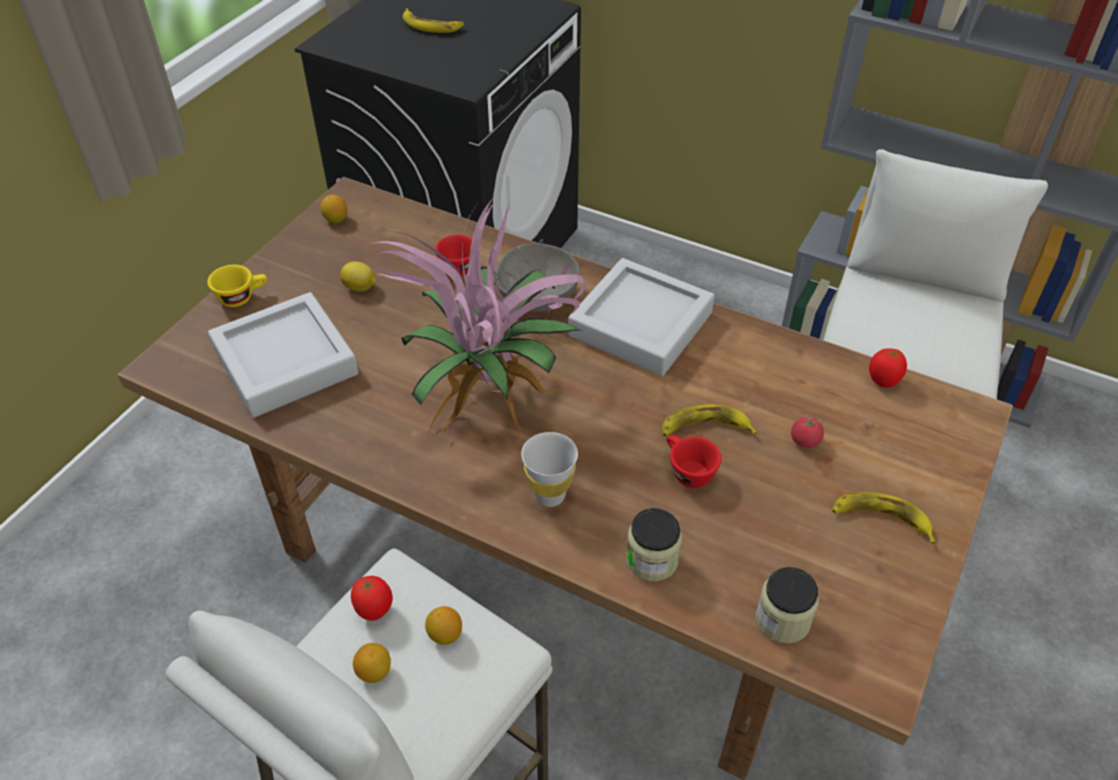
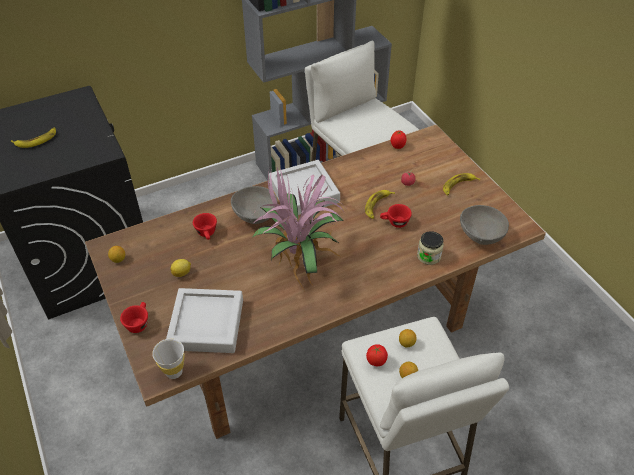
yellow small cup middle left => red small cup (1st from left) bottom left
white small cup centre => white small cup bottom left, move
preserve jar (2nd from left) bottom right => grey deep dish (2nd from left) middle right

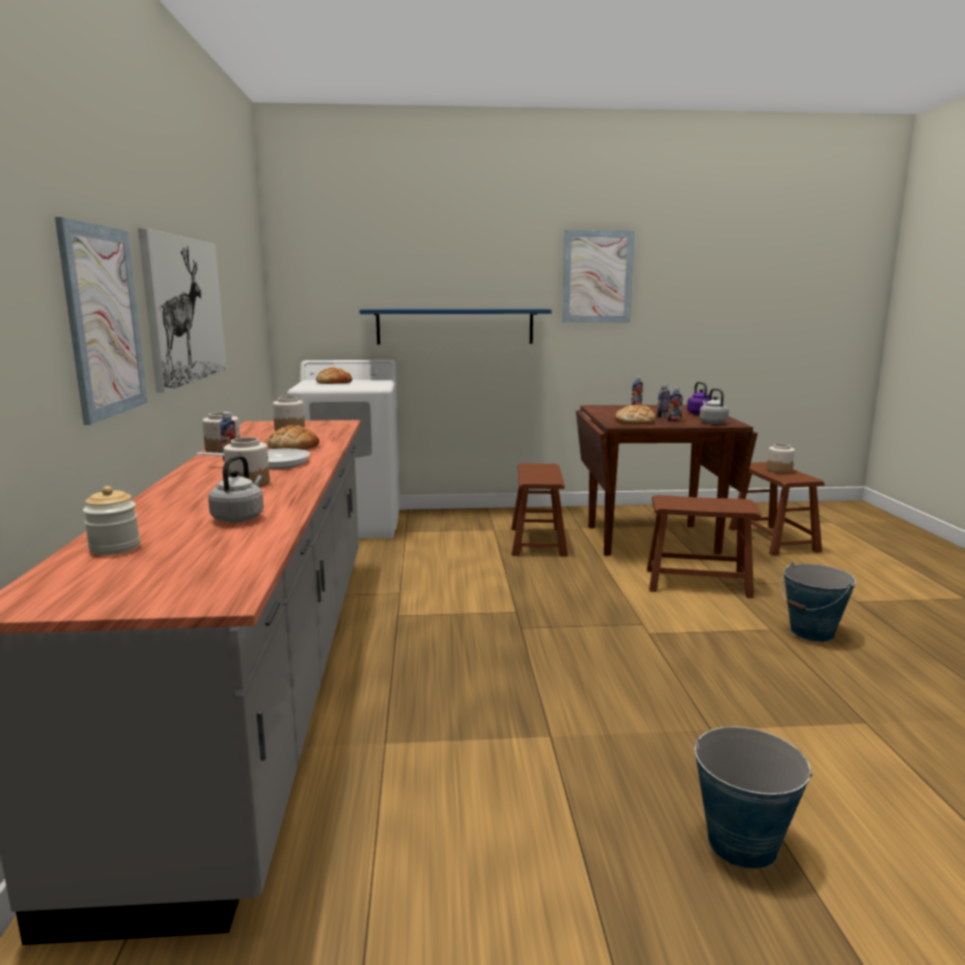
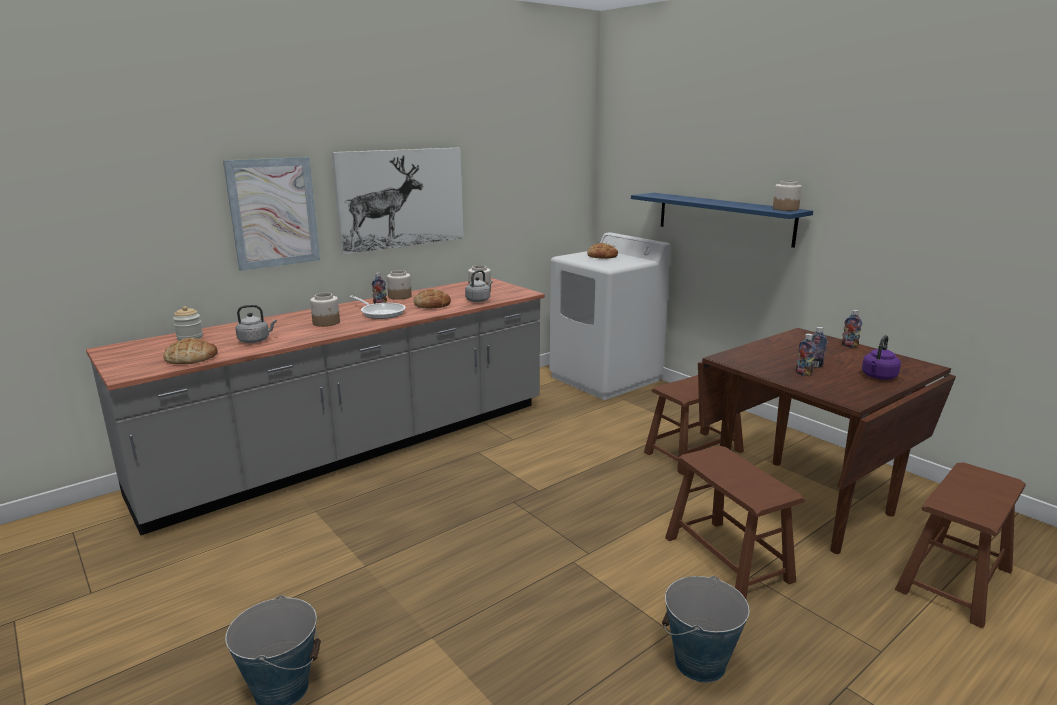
wall picture (3rd from left) top centre => nothing
grey tea kettle (2nd from left) middle right => grey tea kettle (2nd from left) centre, move
bakery bread (3rd from left in the first image) centre => bakery bread (1st from left) middle left, move
preserve jar (5th from left) middle right => preserve jar (5th from left) top right, move

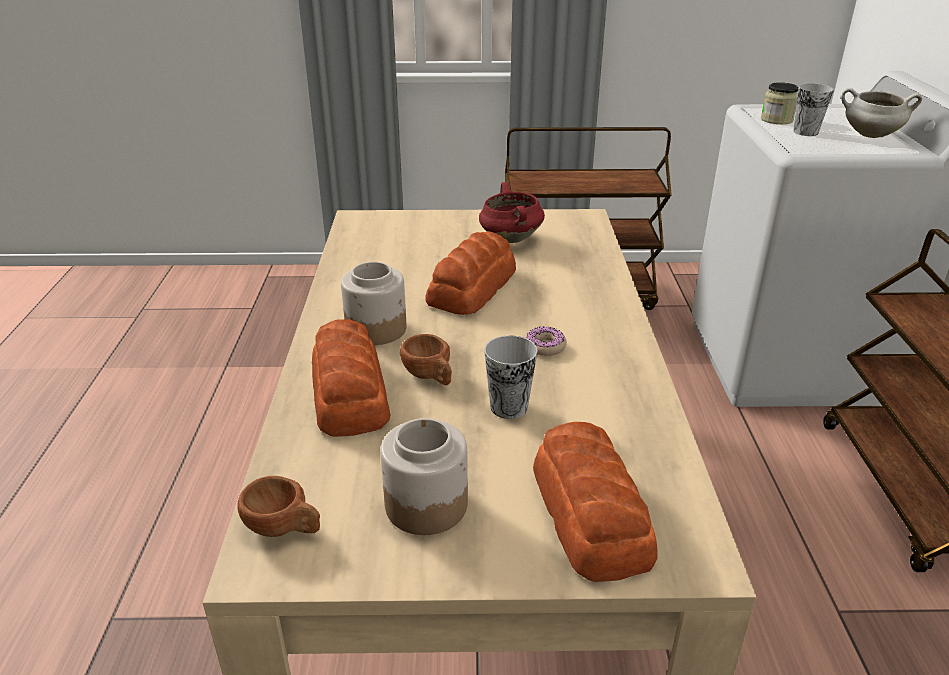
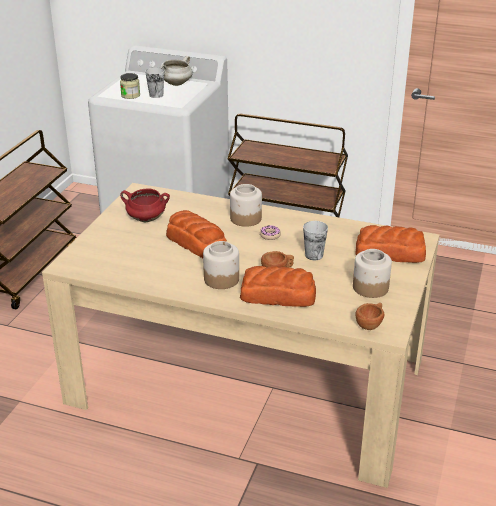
nothing => preserve jar (3rd from left) centre

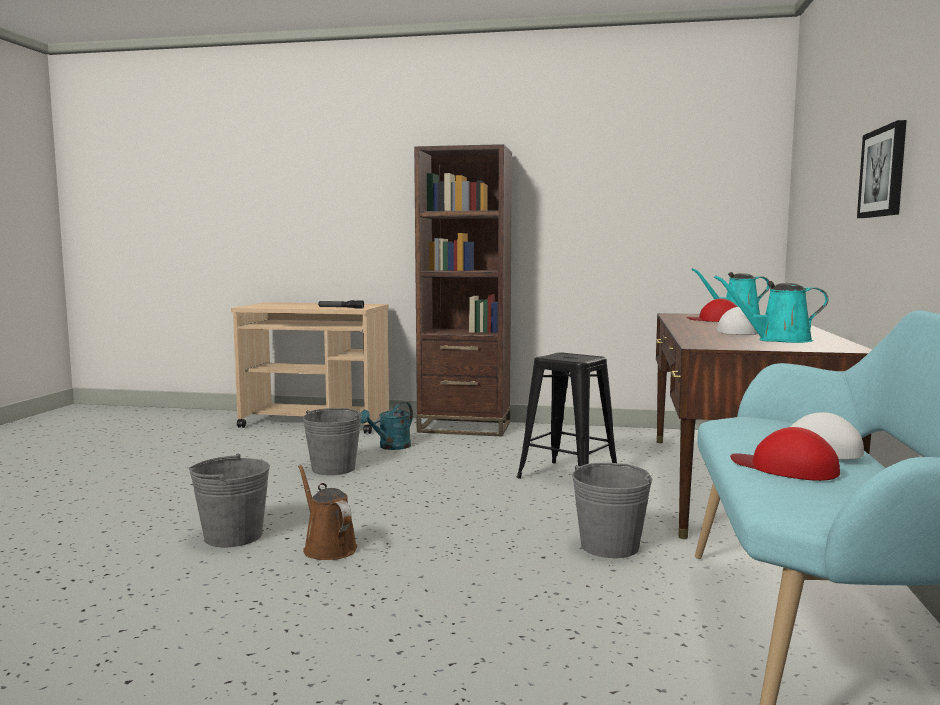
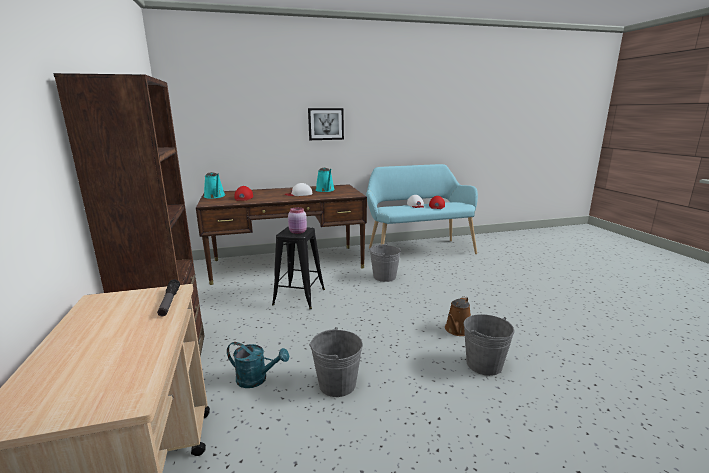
nothing => pink-coloured preserve jar centre

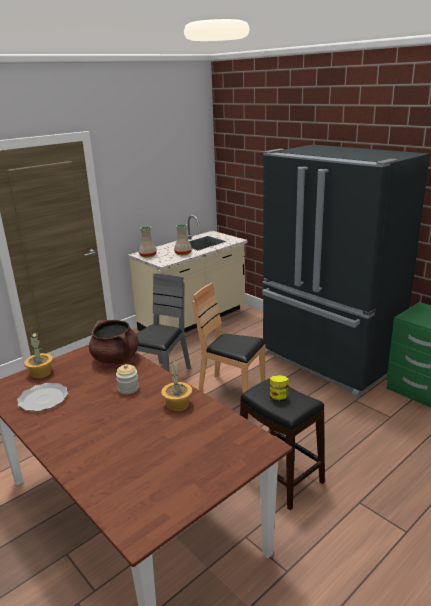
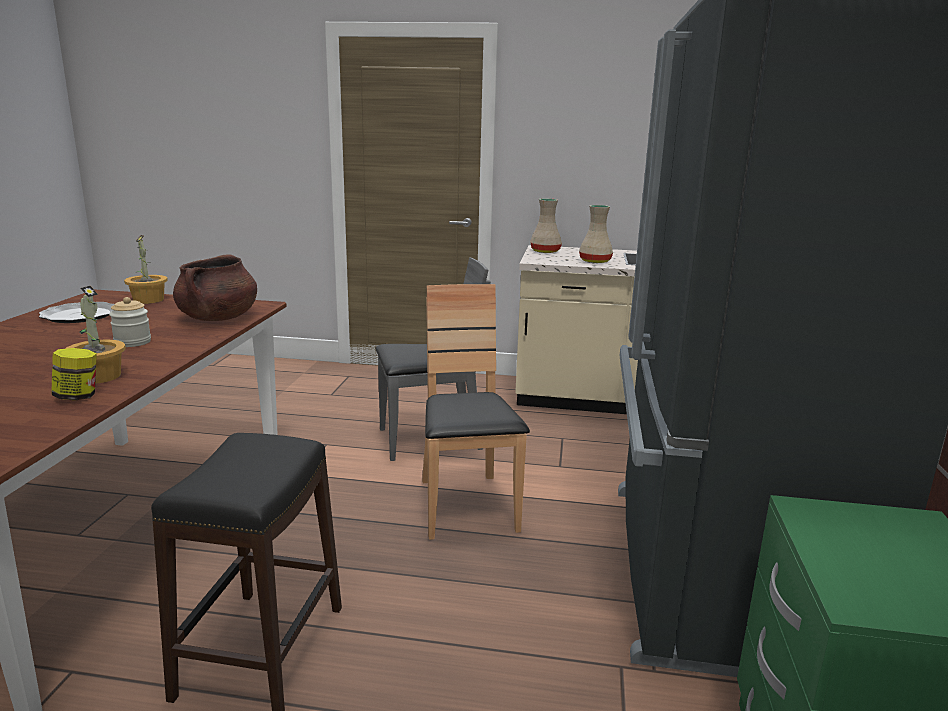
preserve jar (2nd from left in the first image) centre => preserve jar (1st from left) middle left, move

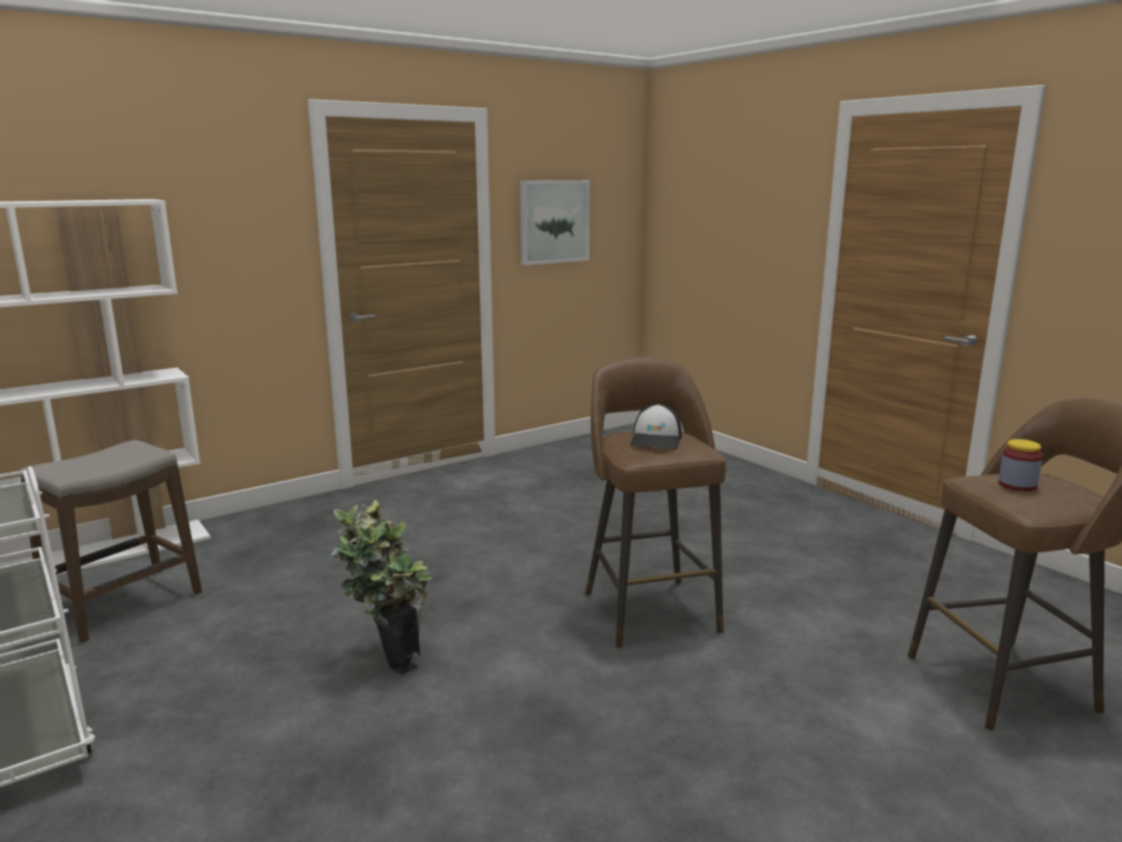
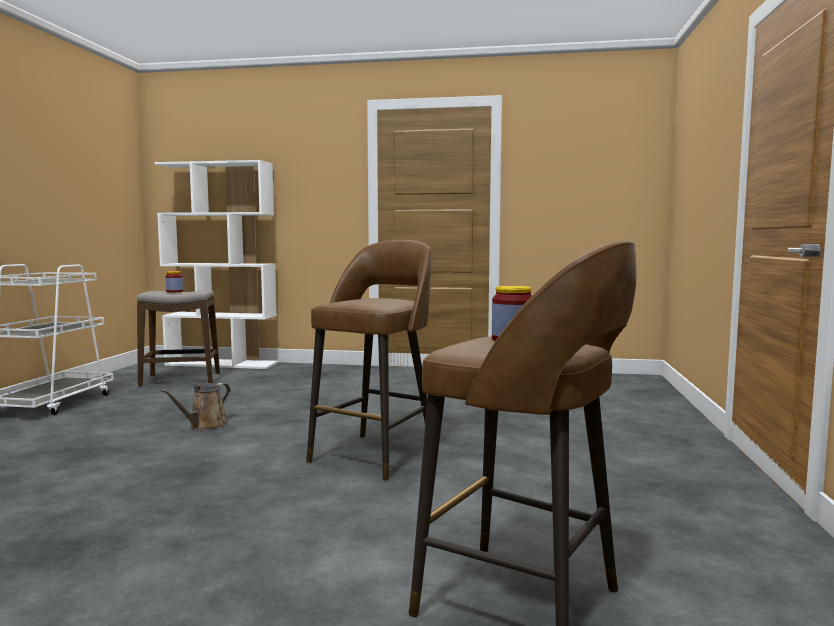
wall picture top centre => nothing
cap centre => nothing
potted plant bottom centre => brownish watering can middle left
nothing => preserve jar (1st from left) middle left

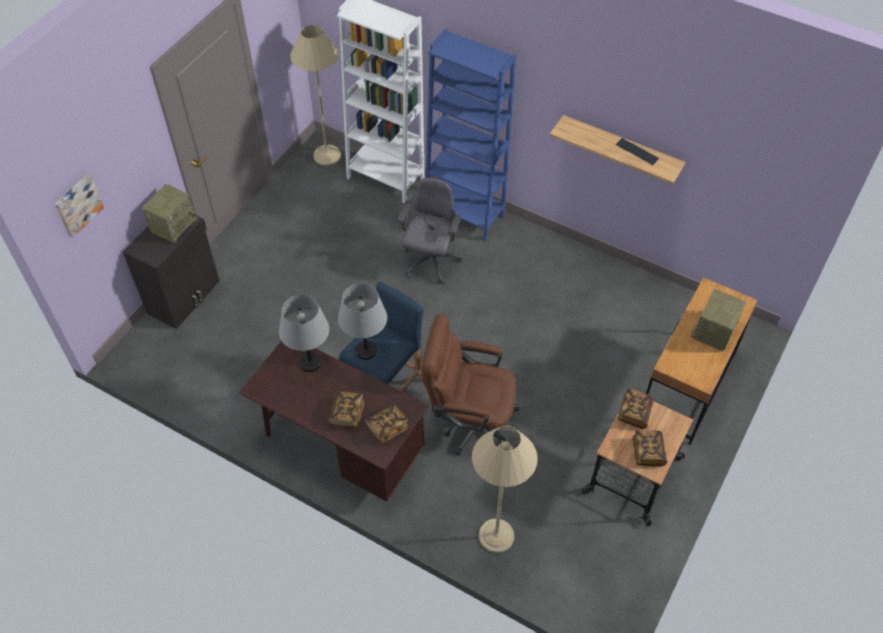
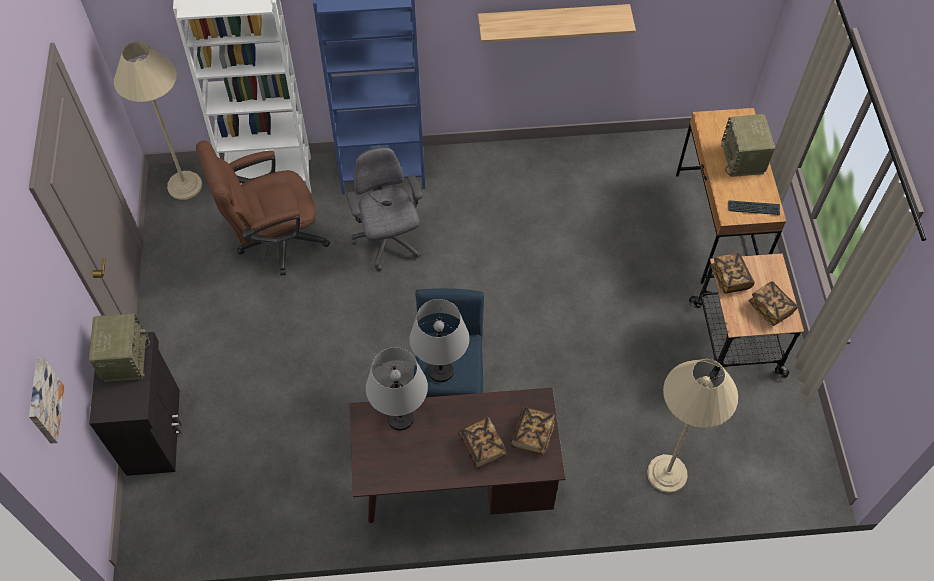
computer keyboard top right => computer keyboard middle right, move
brownish office chair centre => brownish office chair middle left, move

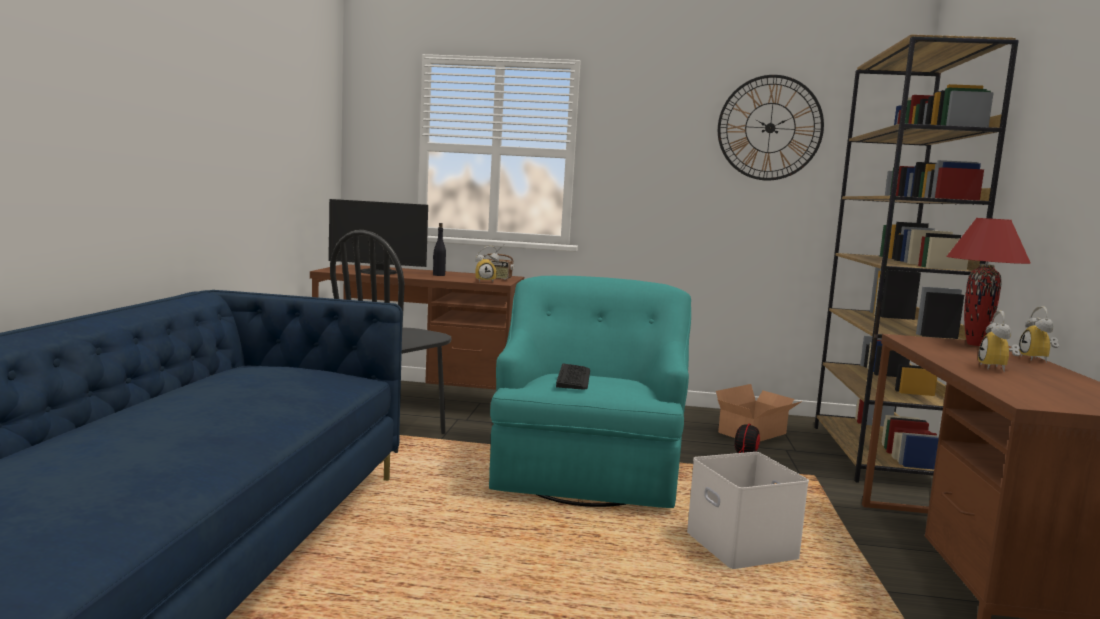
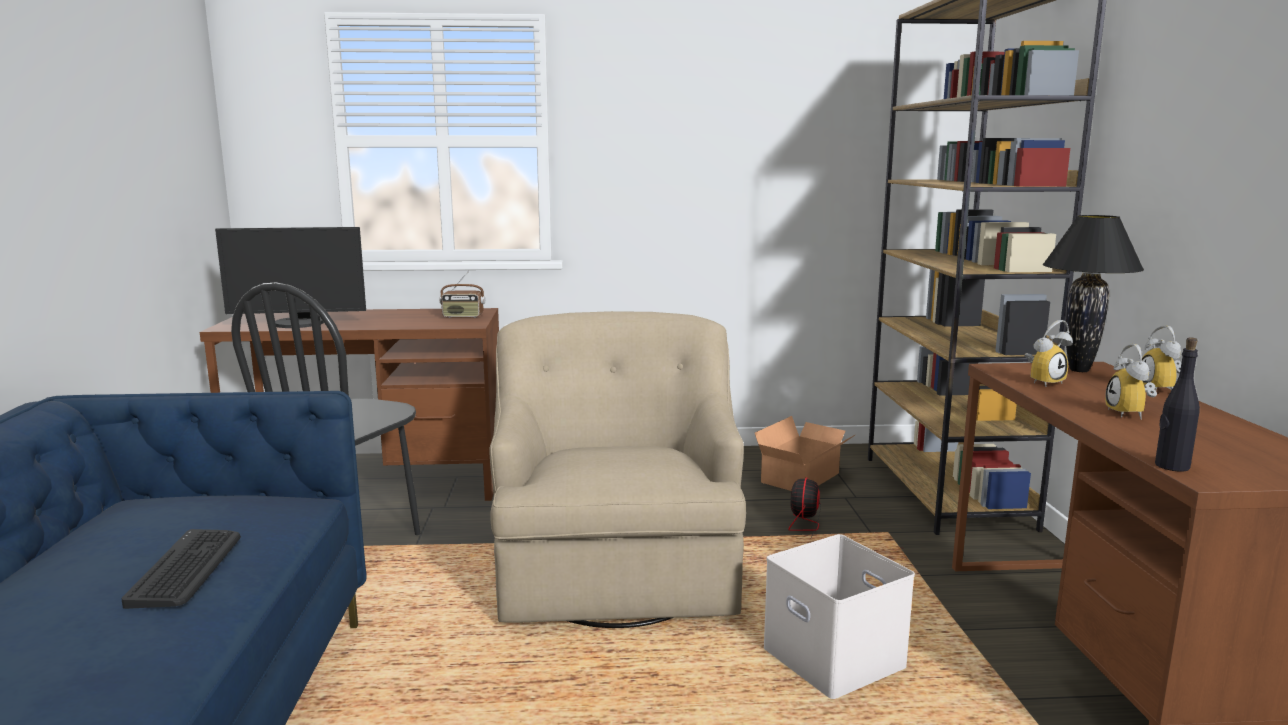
wall clock top right => nothing
red tabletop lamp middle right => black tabletop lamp middle right
black beverage bottle centre => black beverage bottle middle right, move
alarm clock (1st from left) centre => alarm clock (1st from left) middle right, move
turquoise-coloured armchair centre => sand-coloured armchair centre
computer keyboard centre => computer keyboard bottom left, move

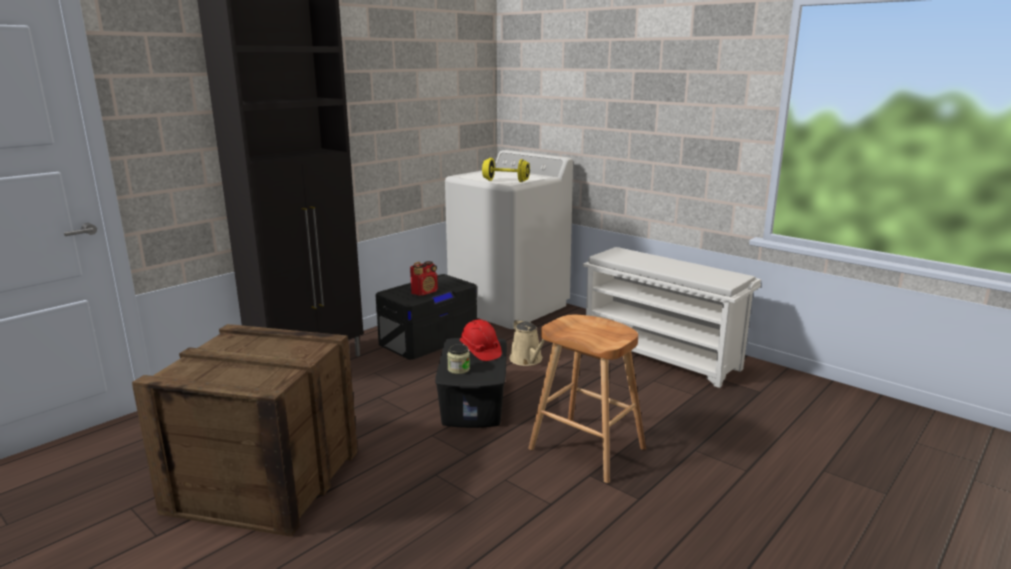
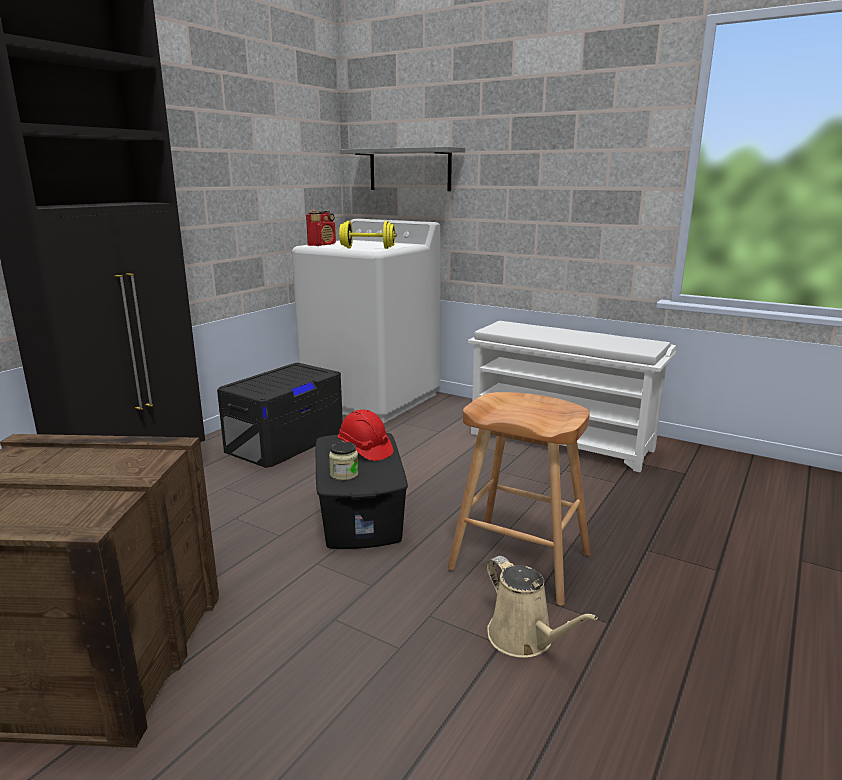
radio set centre => radio set top centre, move
sand-coloured watering can centre => sand-coloured watering can bottom centre, move
nothing => grey wall shelf top centre

